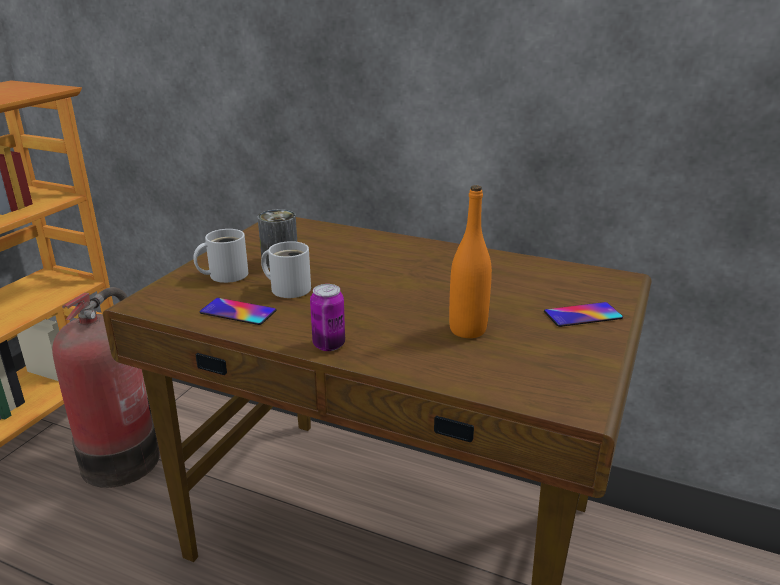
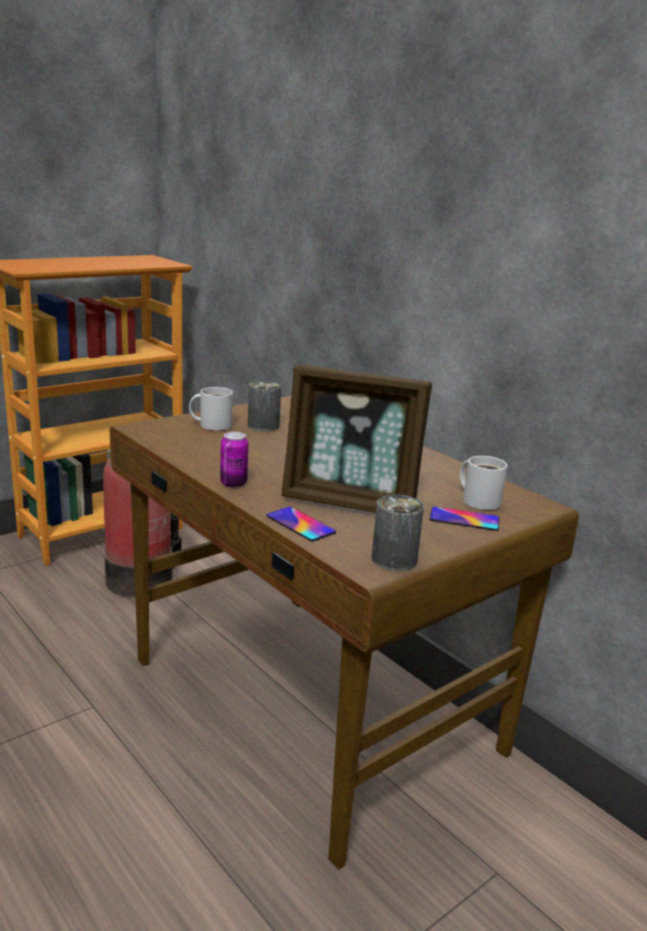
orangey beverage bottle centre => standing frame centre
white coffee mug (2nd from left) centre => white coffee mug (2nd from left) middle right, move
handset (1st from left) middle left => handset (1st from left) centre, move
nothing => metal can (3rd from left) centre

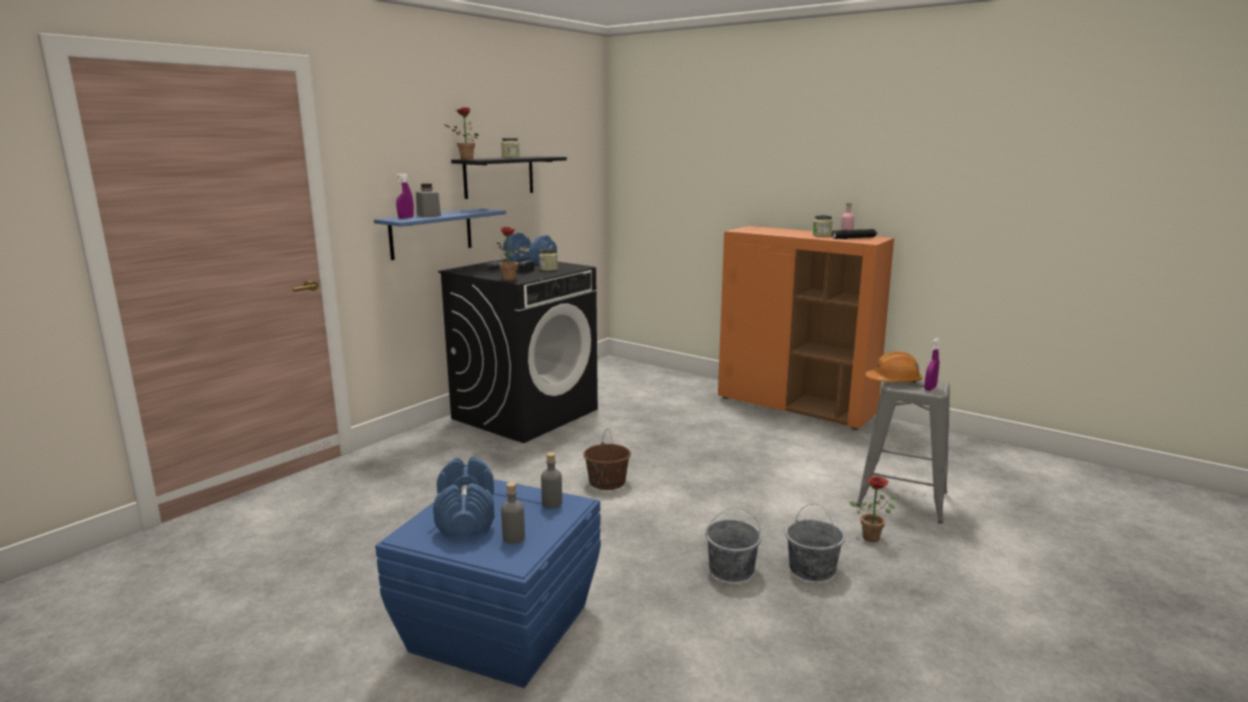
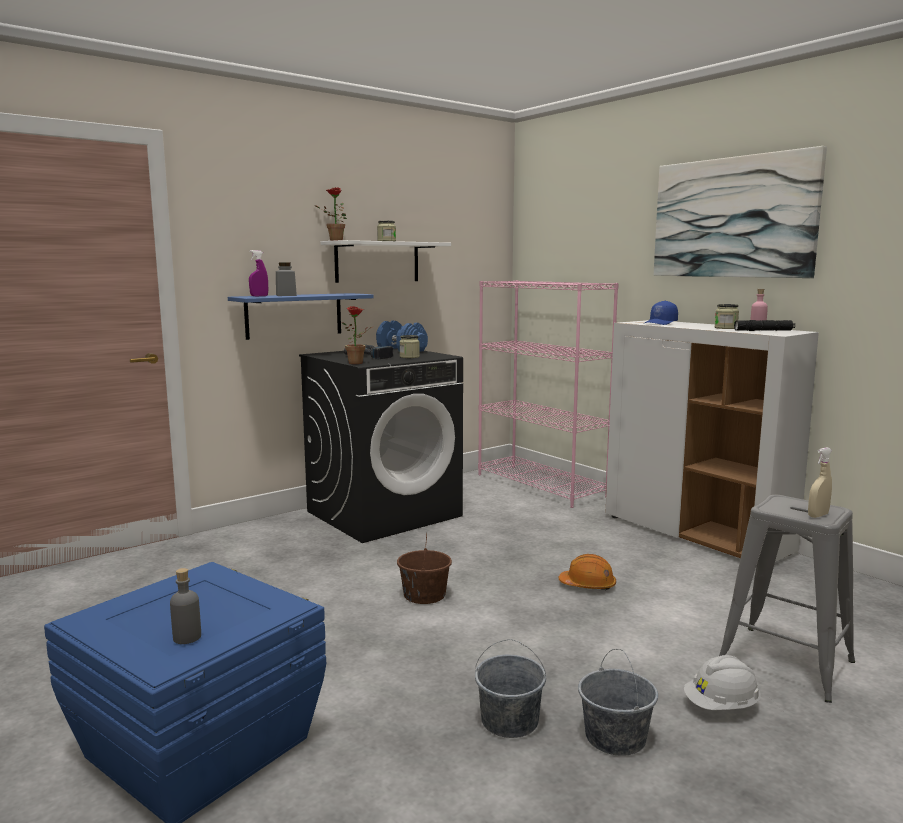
black wall shelf top centre => white wall shelf top centre
orangey storage cabinet centre => white storage cabinet middle right
purple-coloured hand sprayer (2nd from left) middle right => sand-coloured hand sprayer middle right
orangey work helmet middle right => orangey work helmet bottom centre, move
grey beverage bottle (2nd from left) bottom centre => nothing
blue-coloured hand weight (1st from left) bottom centre => nothing
potted plant (3rd from left) bottom right => white work helmet bottom right
nothing => wall picture top right
nothing => pink-coloured shelving unit centre
nothing => blue-coloured cap middle right

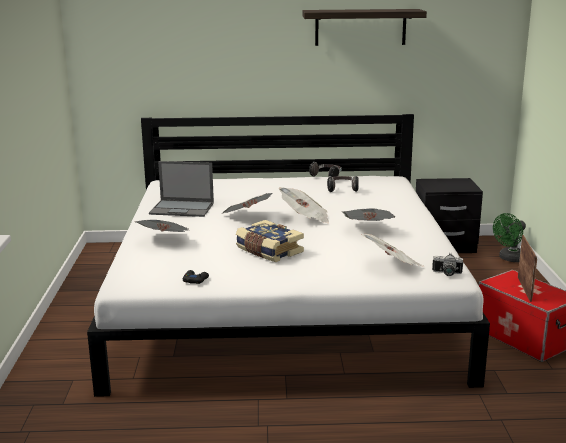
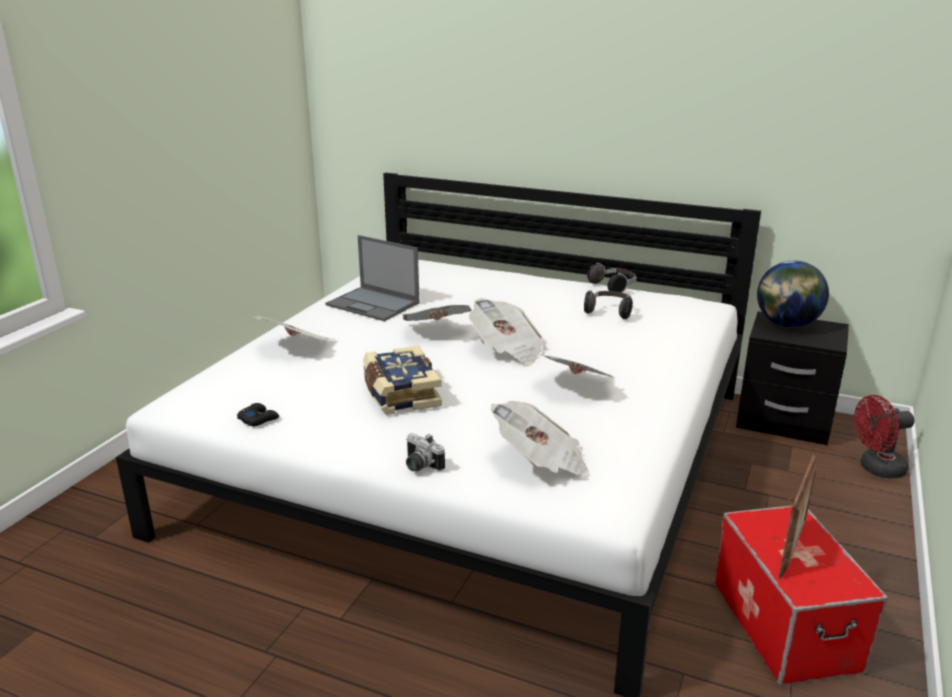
wall shelf top centre => nothing
green-coloured electric fan middle right => red electric fan middle right
photo camera middle right => photo camera centre, move
nothing => desk globe middle right

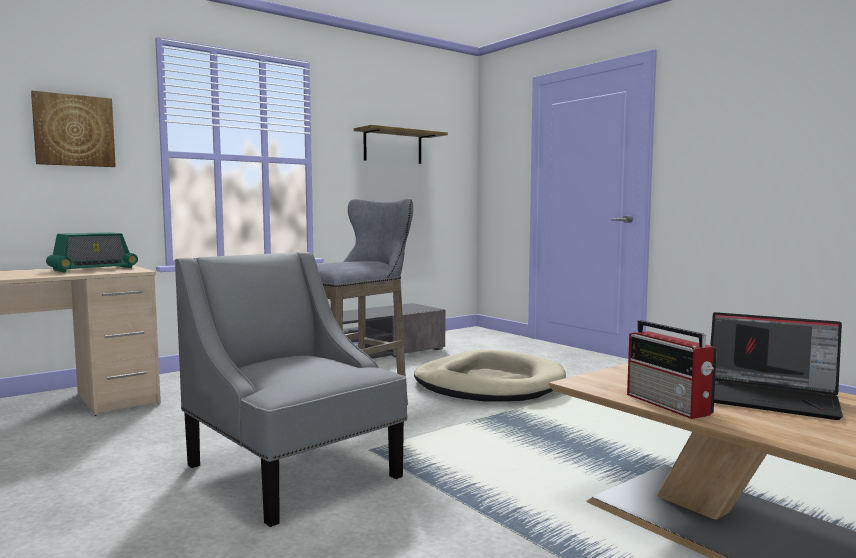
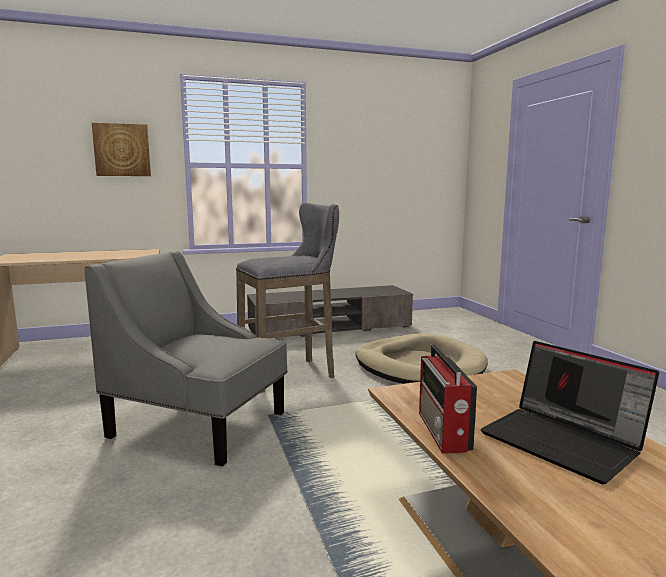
wall shelf top centre => nothing
radio set (1st from left) middle left => nothing
grey armchair bottom centre => grey armchair middle left, 45 degrees counterclockwise

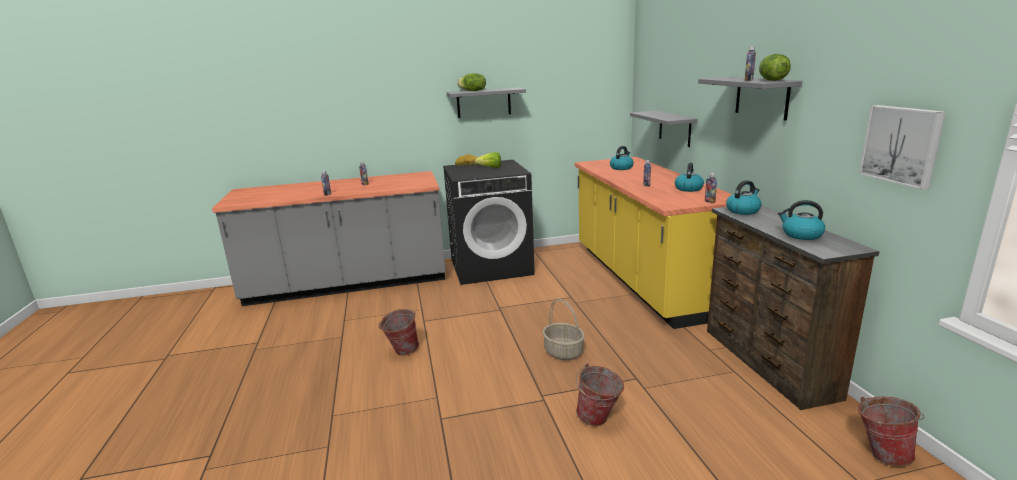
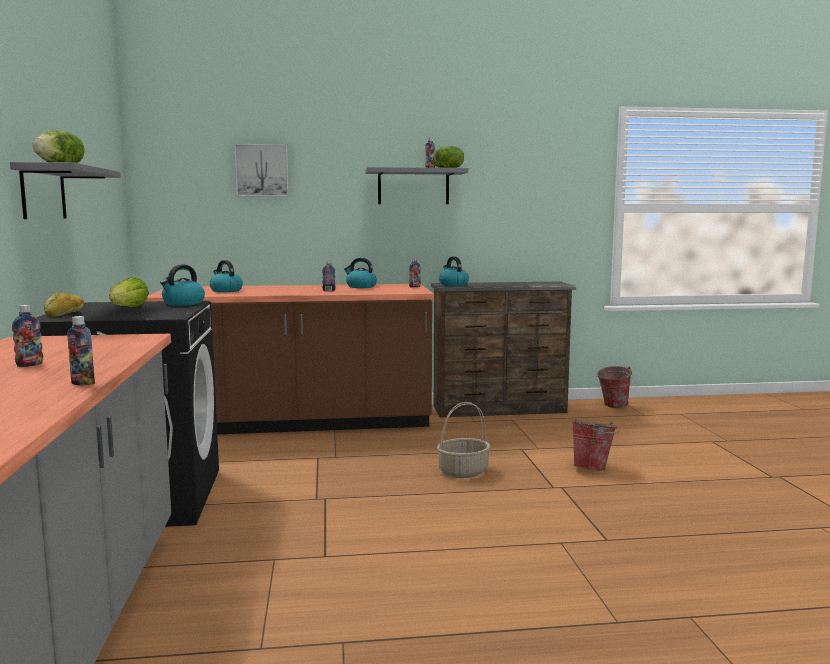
wall picture top right => wall picture top left, move
grey wall shelf (2nd from left) top centre => nothing
yellow kitchen base unit centre => brownish kitchen base unit centre
tea kettle (4th from left in the first image) middle right => tea kettle (1st from left) middle left, move
pail (1st from left) bottom centre => nothing

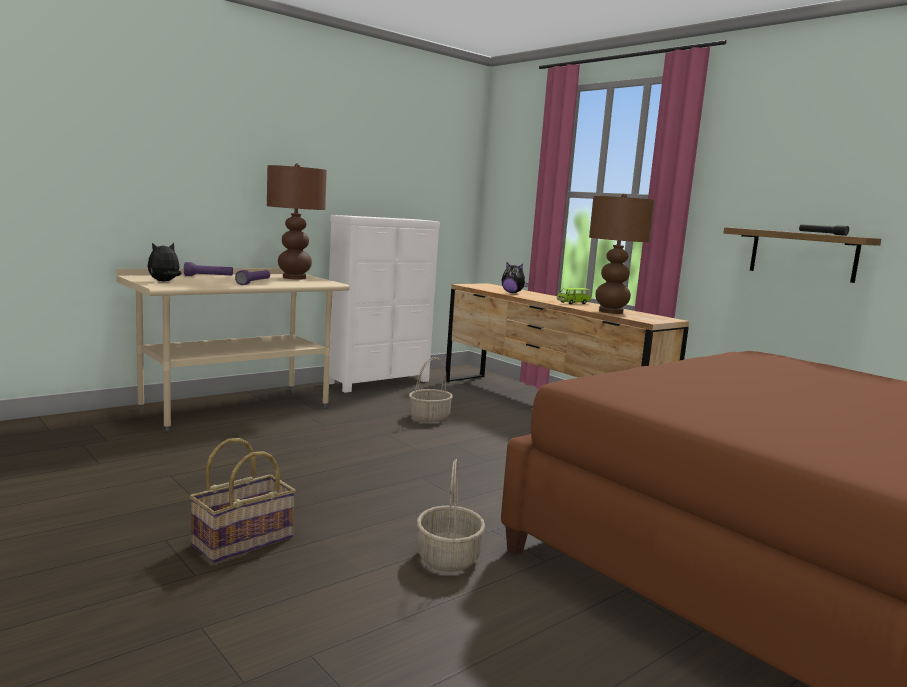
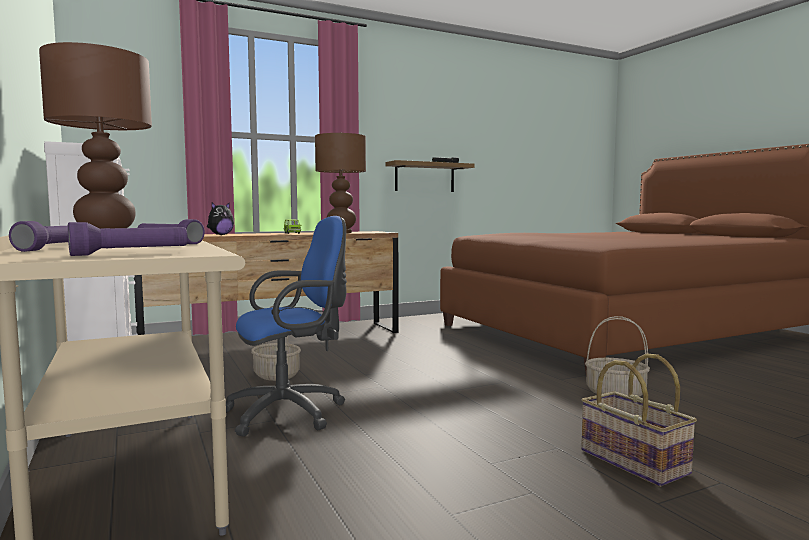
soft toy (1st from left) middle left => purple-coloured flashlight (2nd from left) middle left
nothing => blue-coloured office chair centre

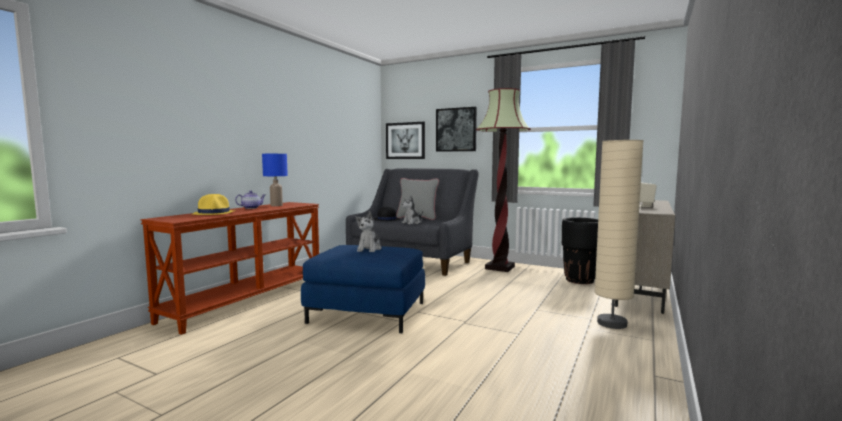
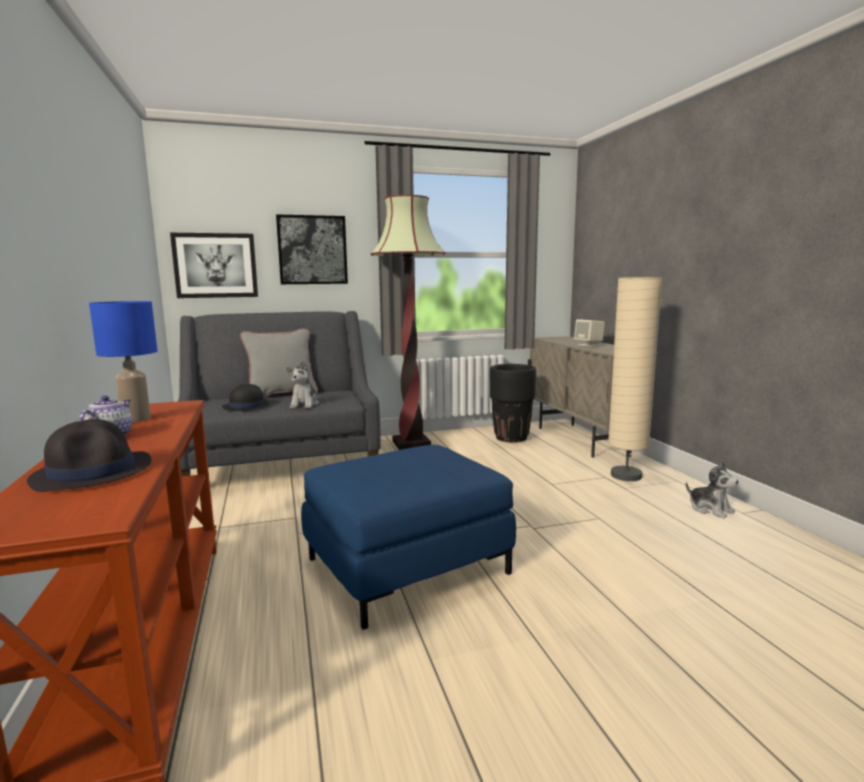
yellow hat middle left => black hat (1st from left) middle left
soft toy (1st from left in the first image) centre => soft toy (2nd from left) middle right, move

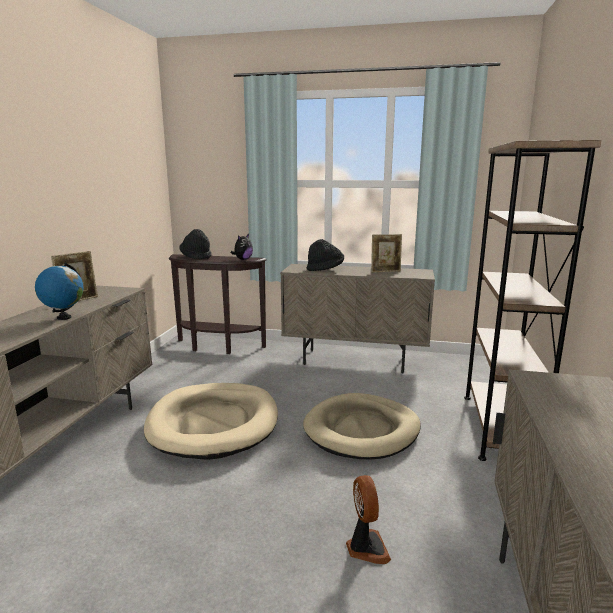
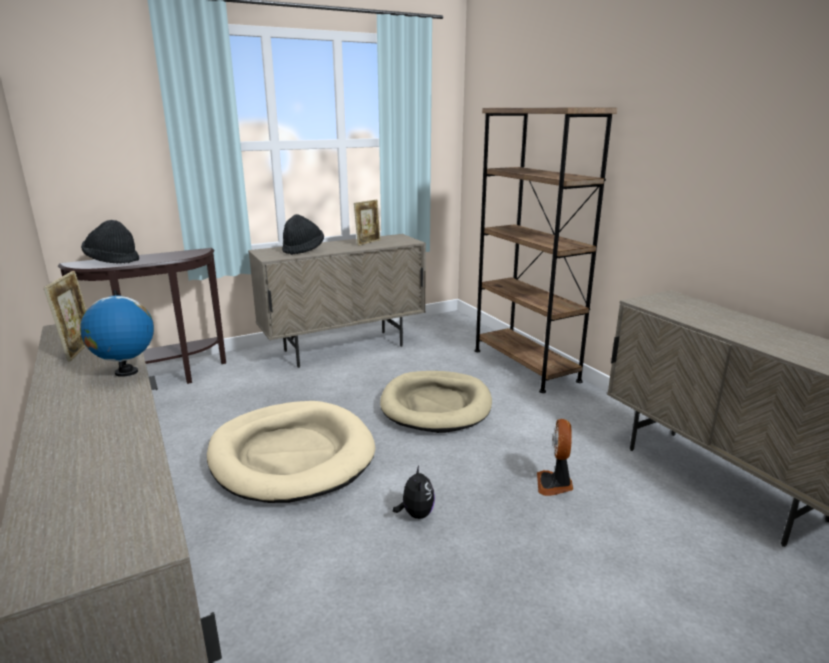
soft toy centre => soft toy bottom centre, move
electric fan bottom centre => electric fan bottom right, 120 degrees counterclockwise

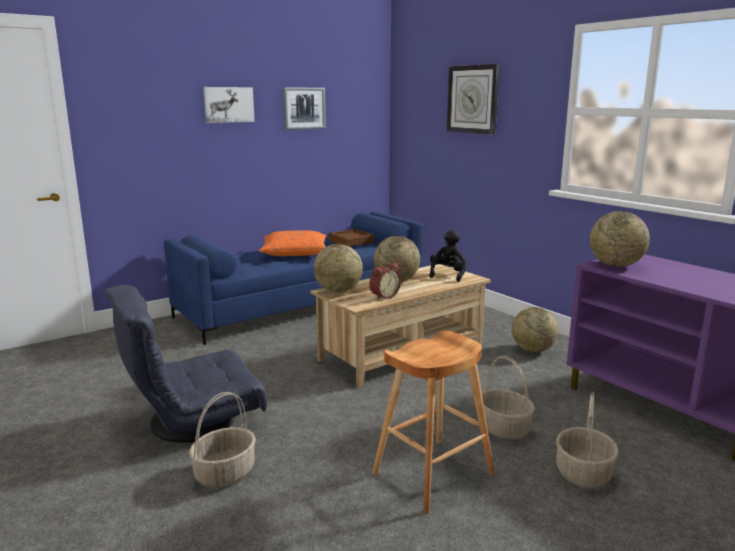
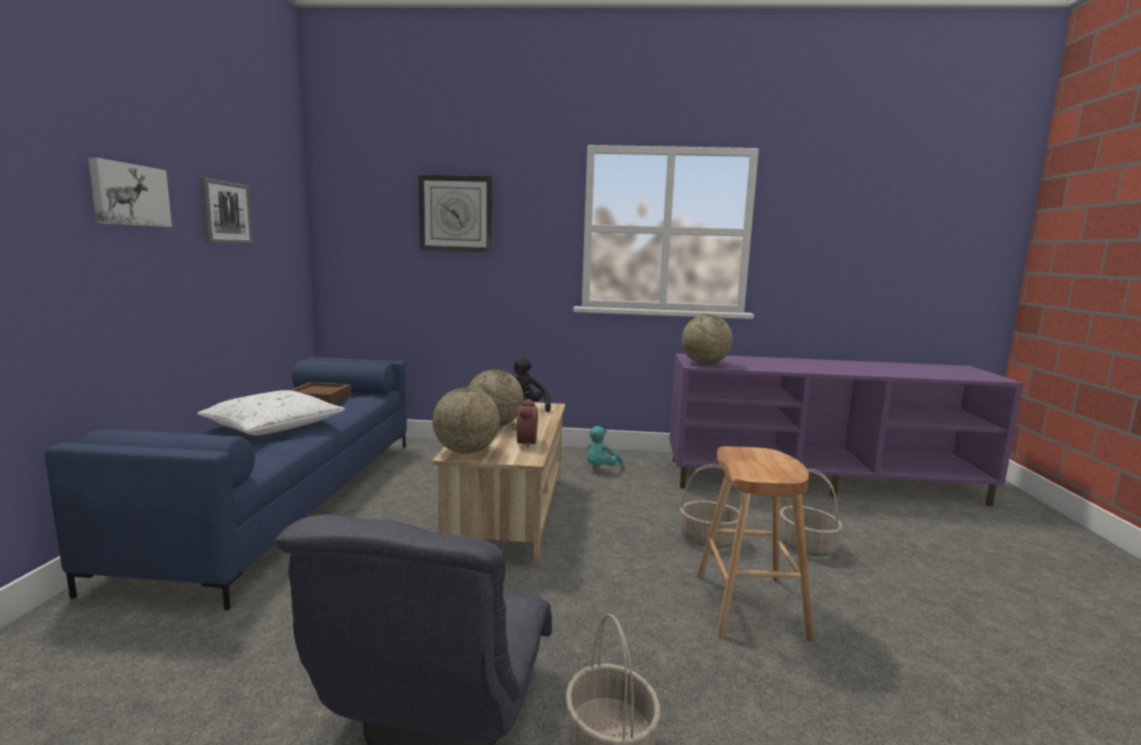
orangey cushion centre => white cushion middle left
desk globe (3rd from left) middle right => turquoise-coloured soft toy centre

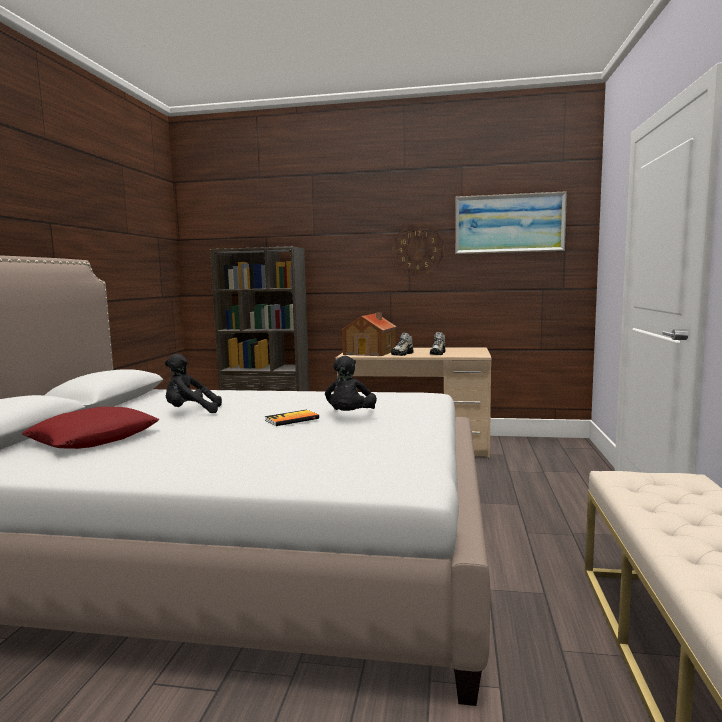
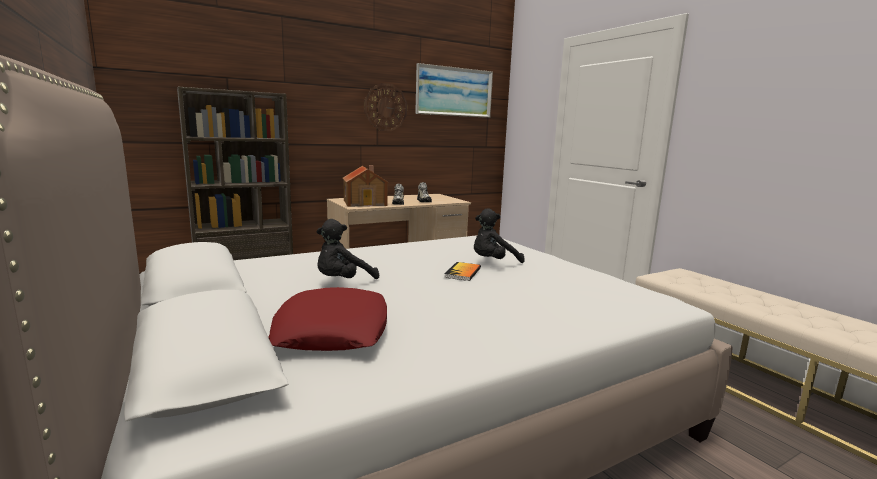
black soft toy (2nd from left) centre, 90 degrees clockwise

